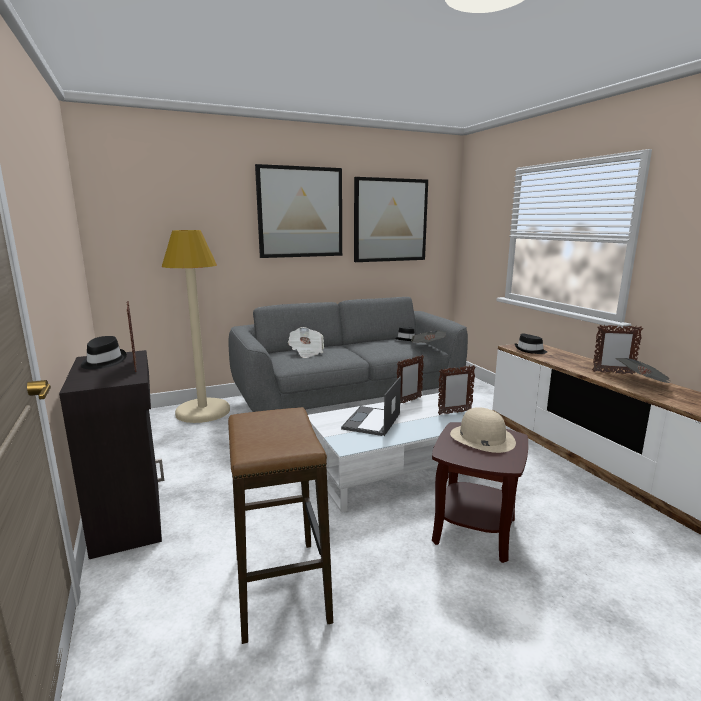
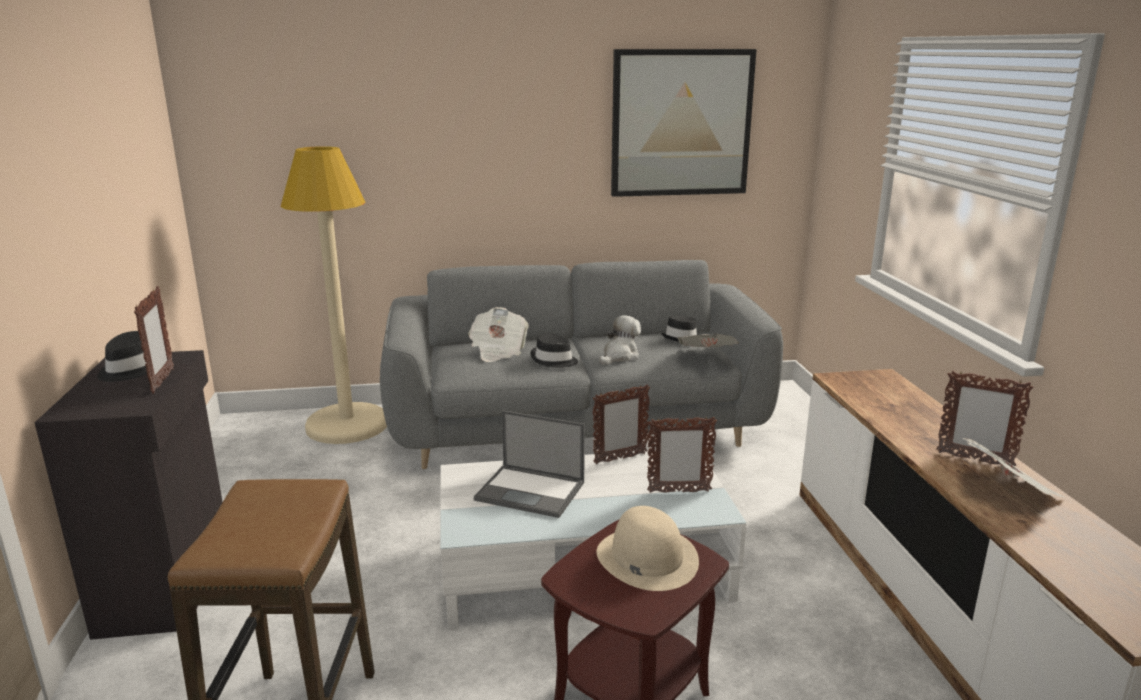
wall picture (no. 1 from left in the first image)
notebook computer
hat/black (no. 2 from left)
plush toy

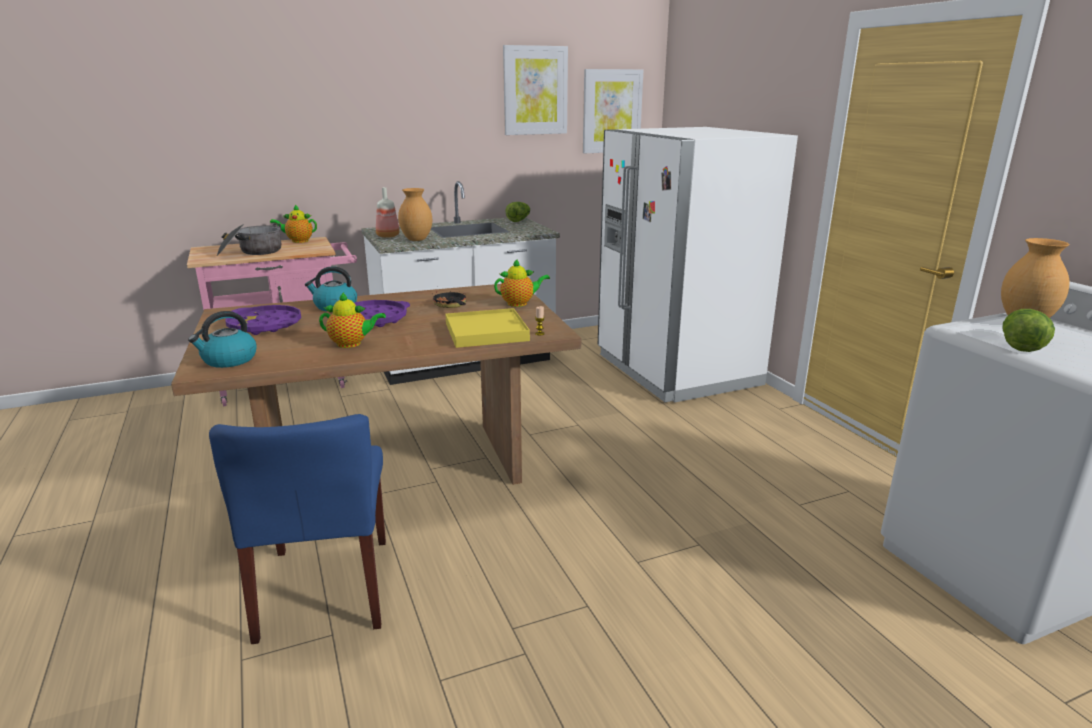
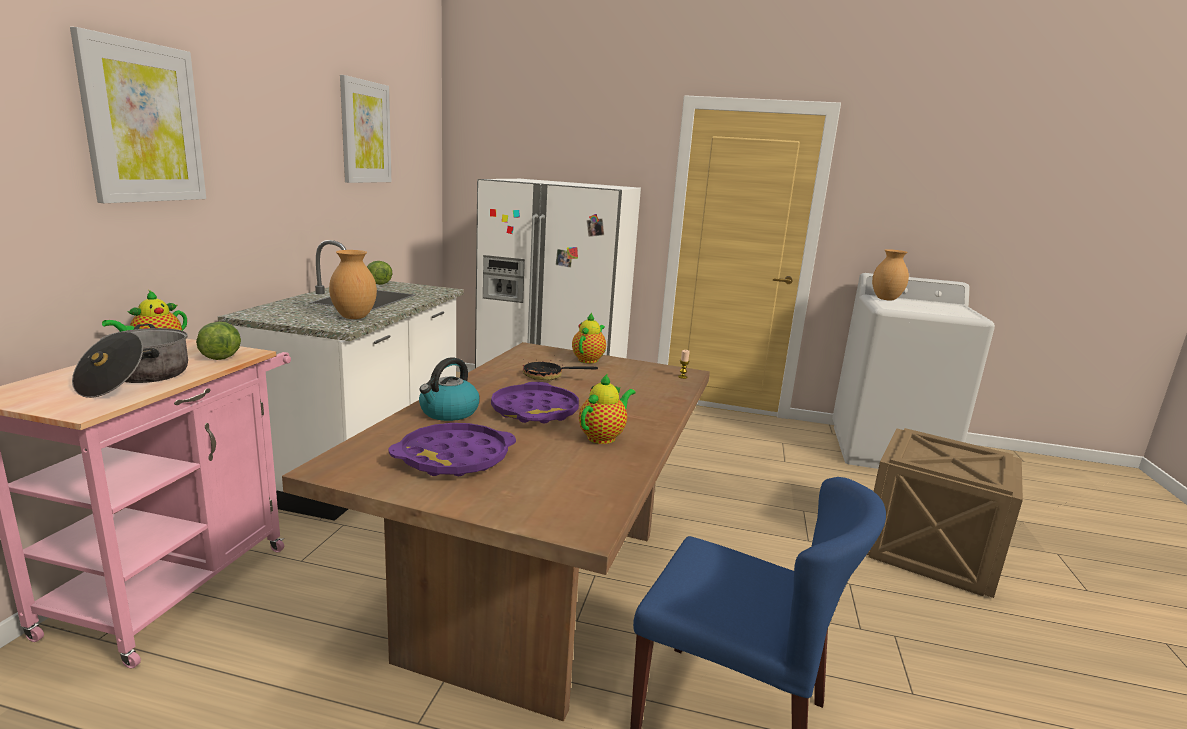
water kettle (no. 1 from left in the first image)
bottle
tray/yellowish
wall picture (no. 1 from left)
lettuce head (no. 1 from left)
crate

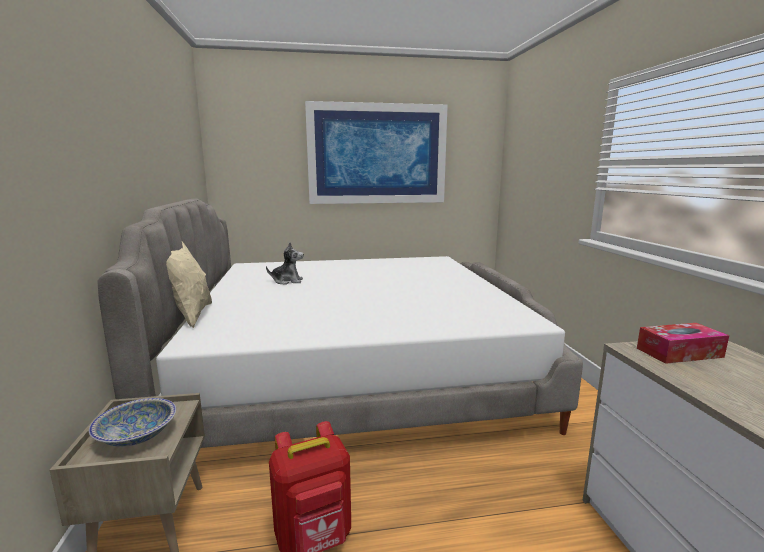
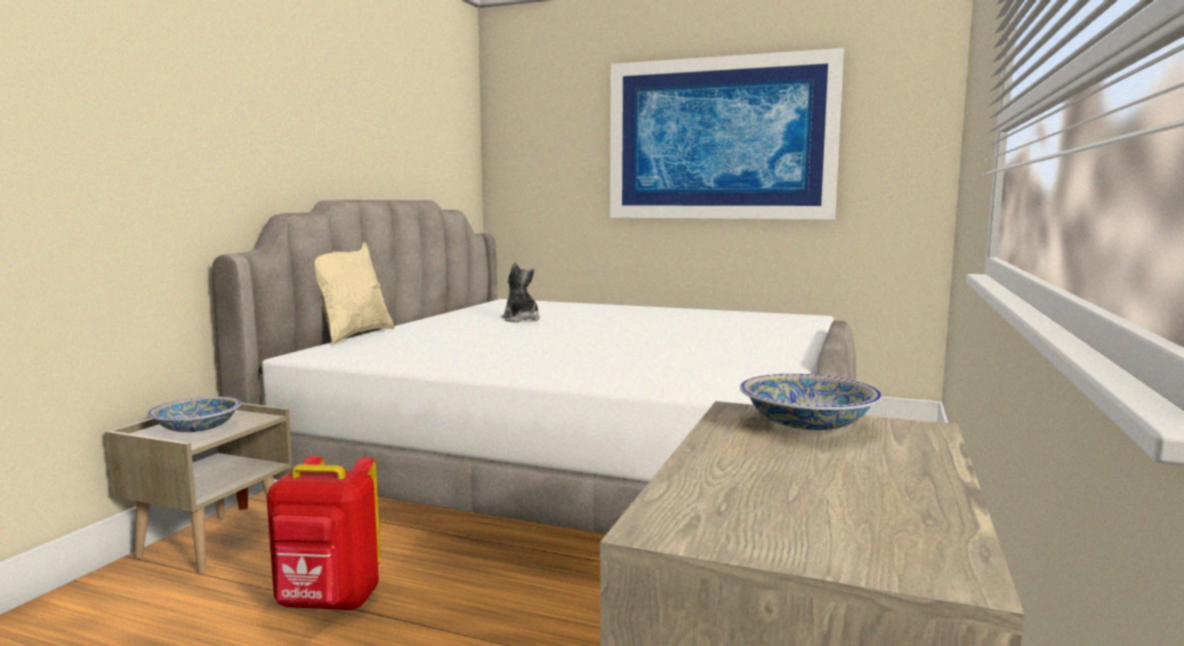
plush toy
serving bowl (no. 2 from left)

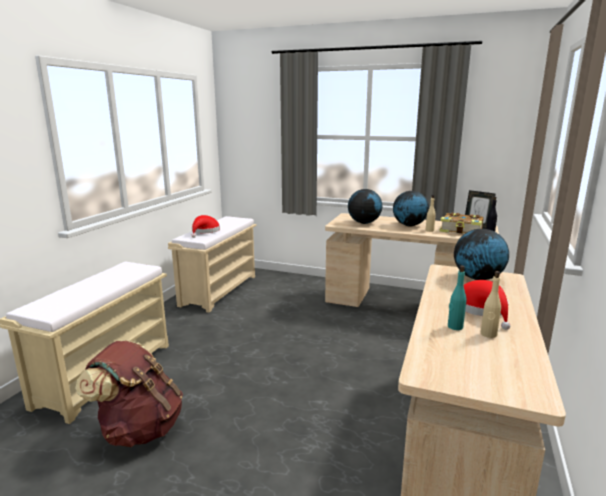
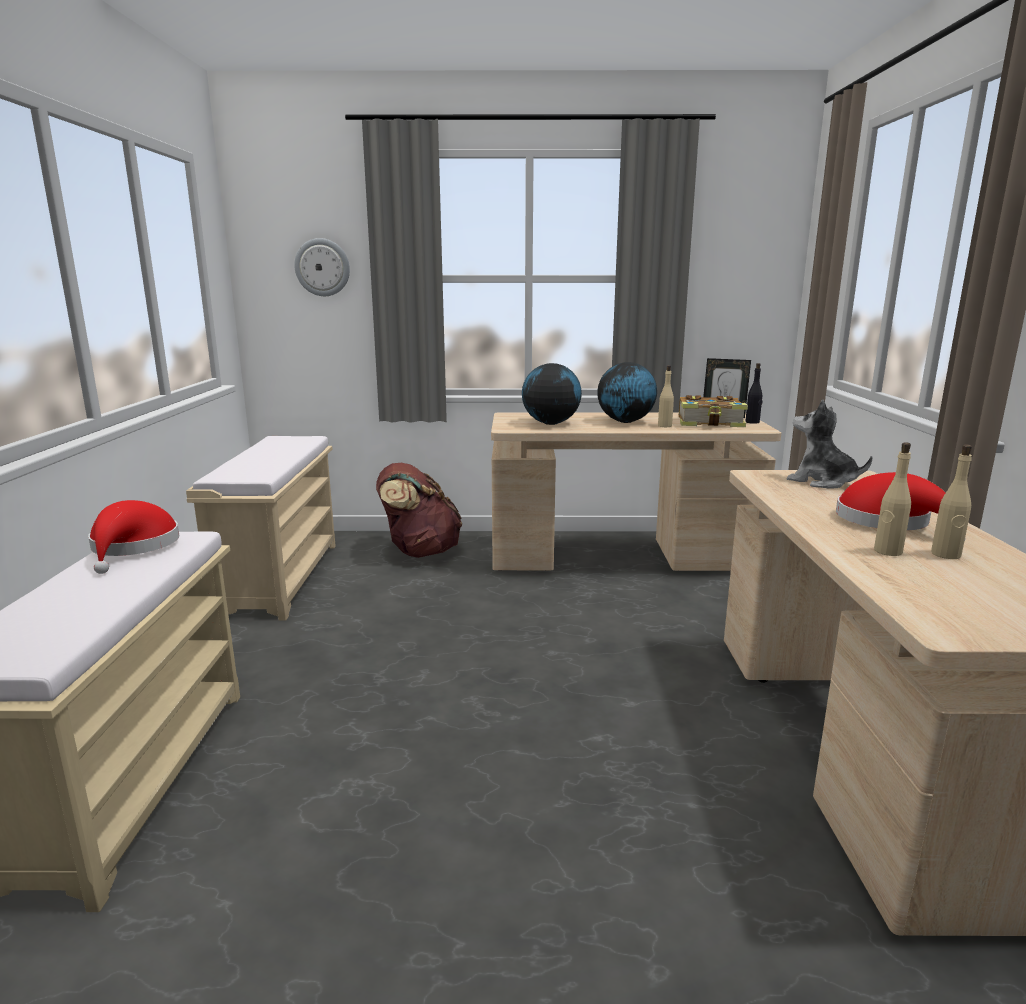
backpack/brown
hat/red-coloured (no. 1 from left)
bottle/beige (no. 2 from left)
plush toy
wall clock

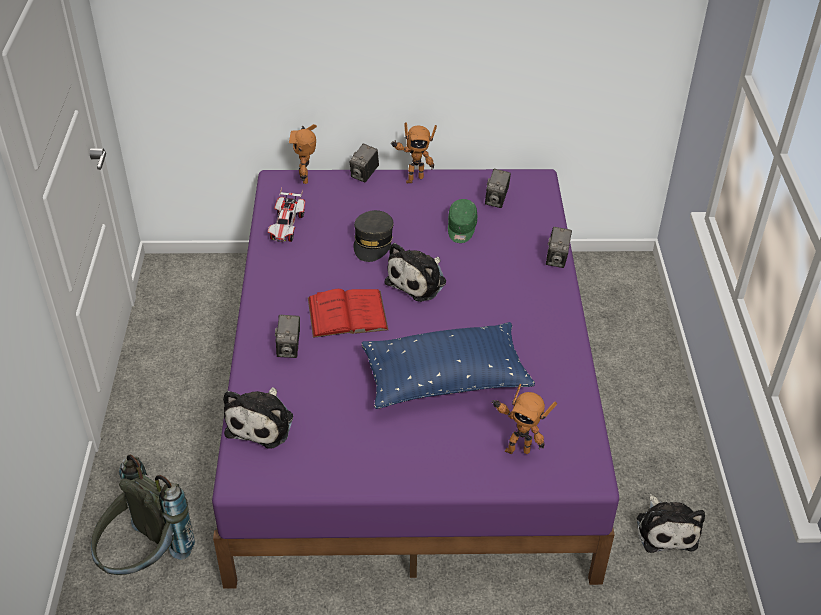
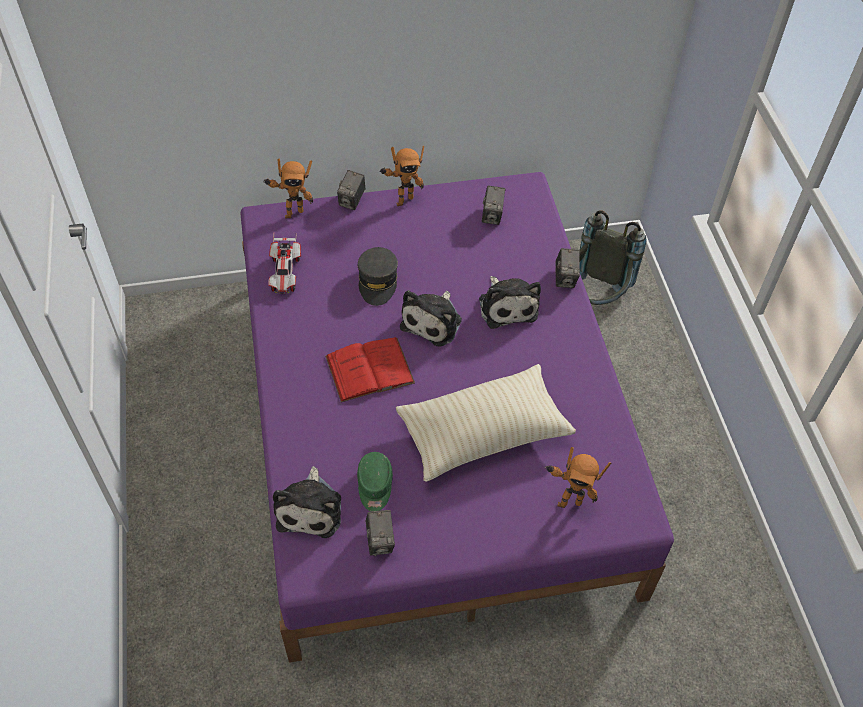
backpack/gray
still camera (no. 2 from left)
model robot (no. 1 from left)
pillow/beige
baseball cap/green
plush toy (no. 3 from left)

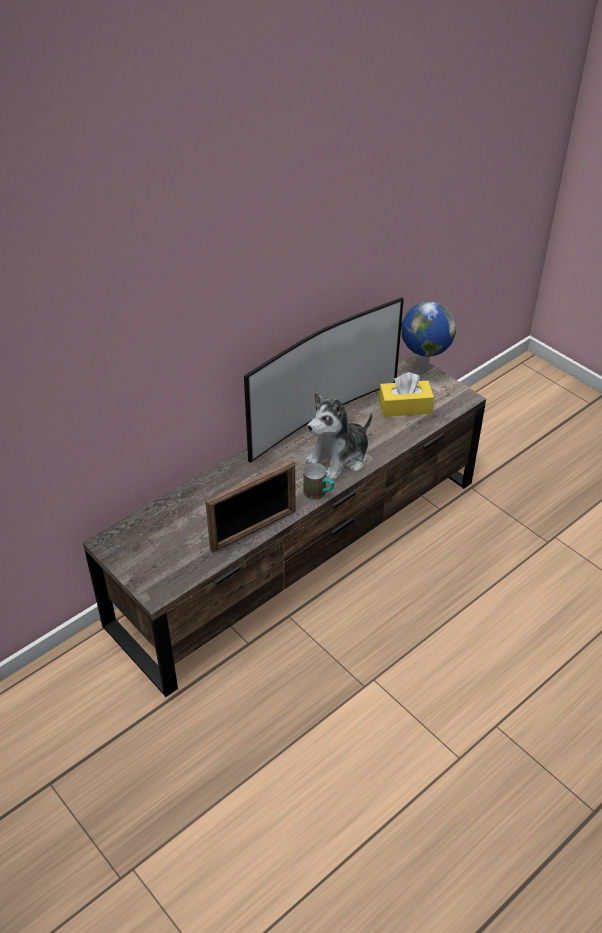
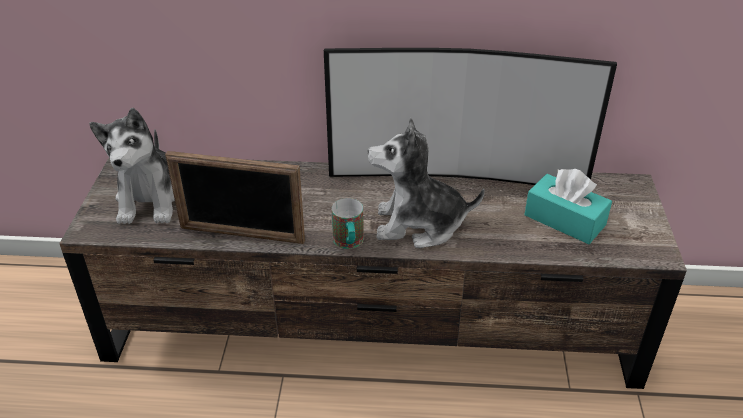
tissue holder/blue-green
world globe
plush toy (no. 1 from left)

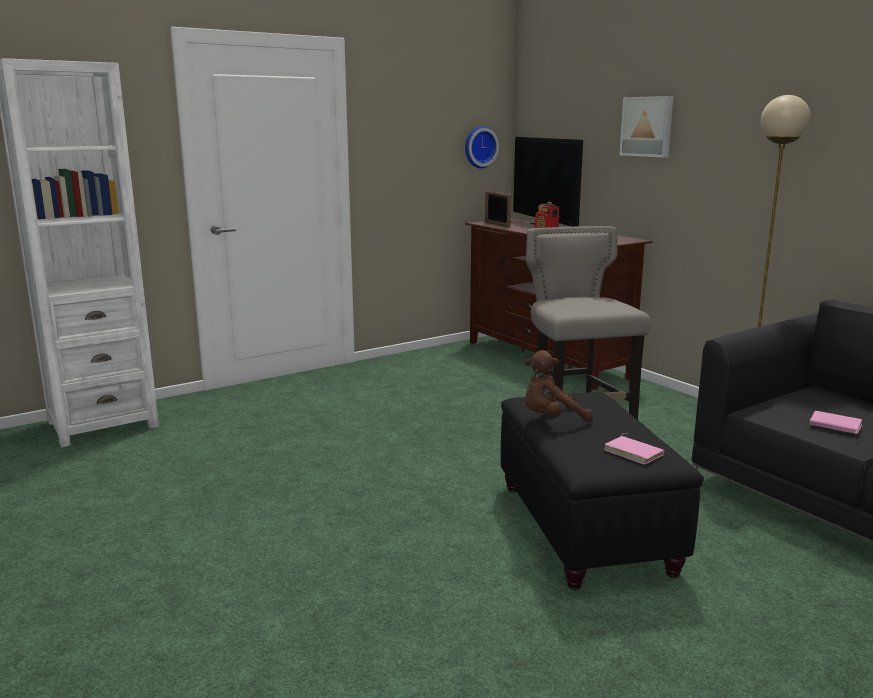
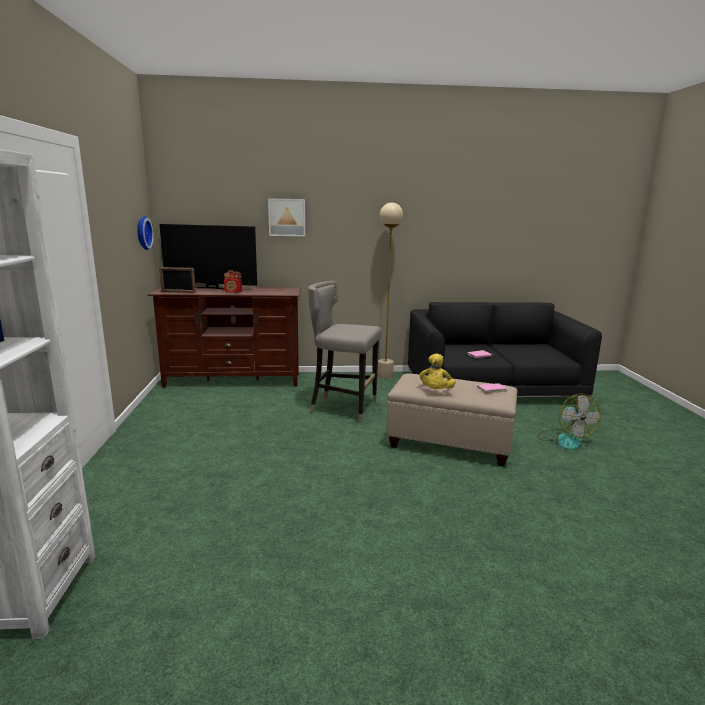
pouffe/beige
plush toy/yellowish
fan

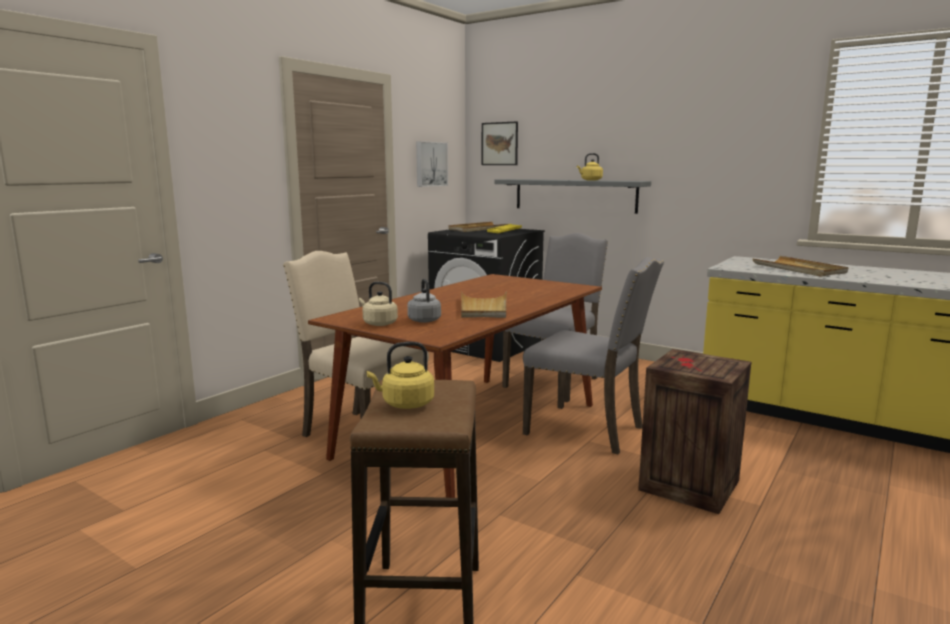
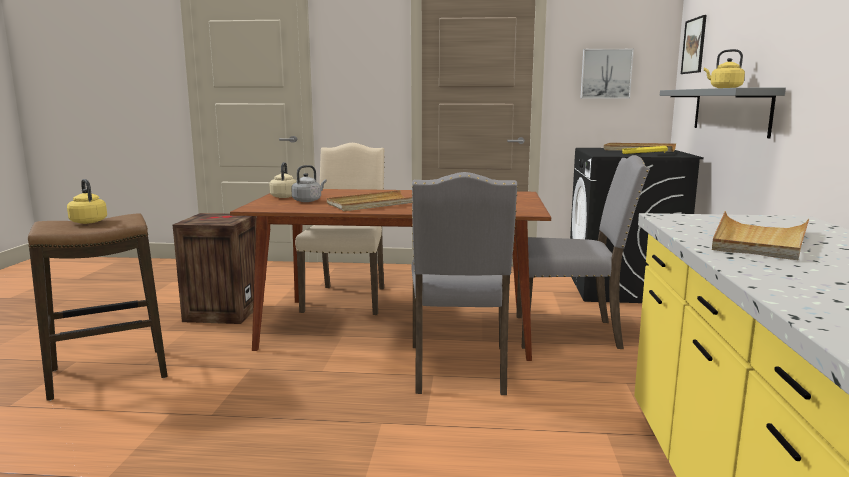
crate

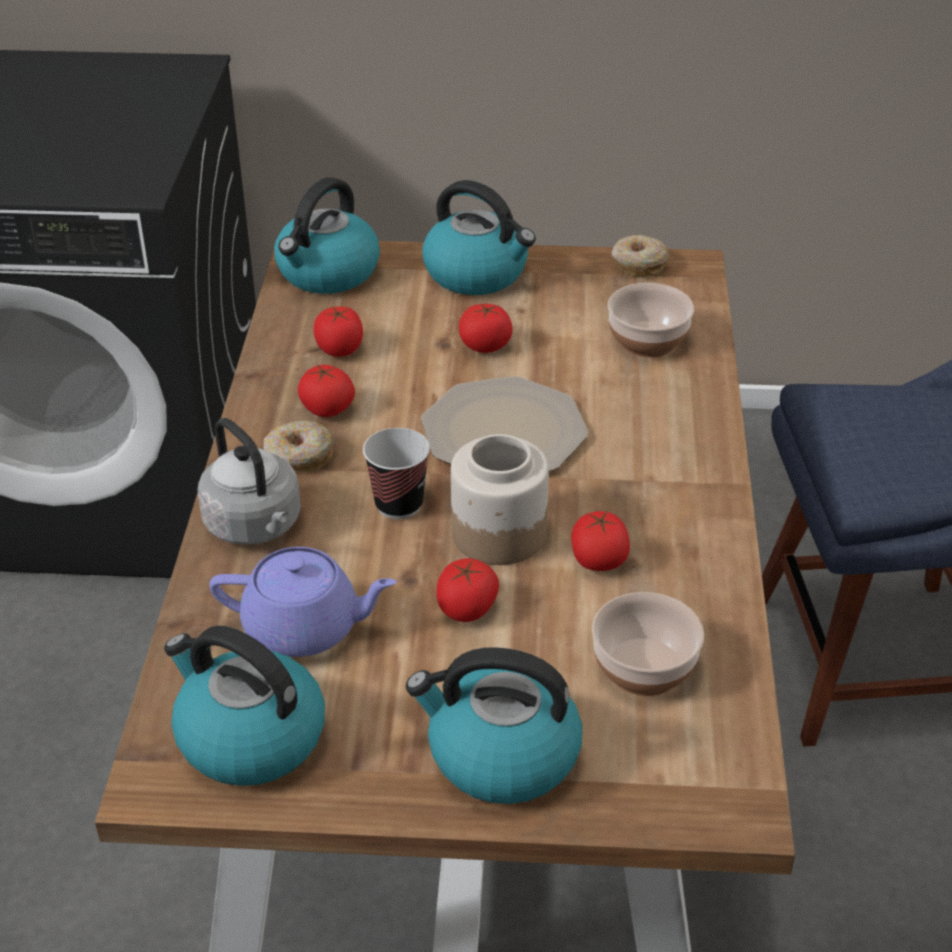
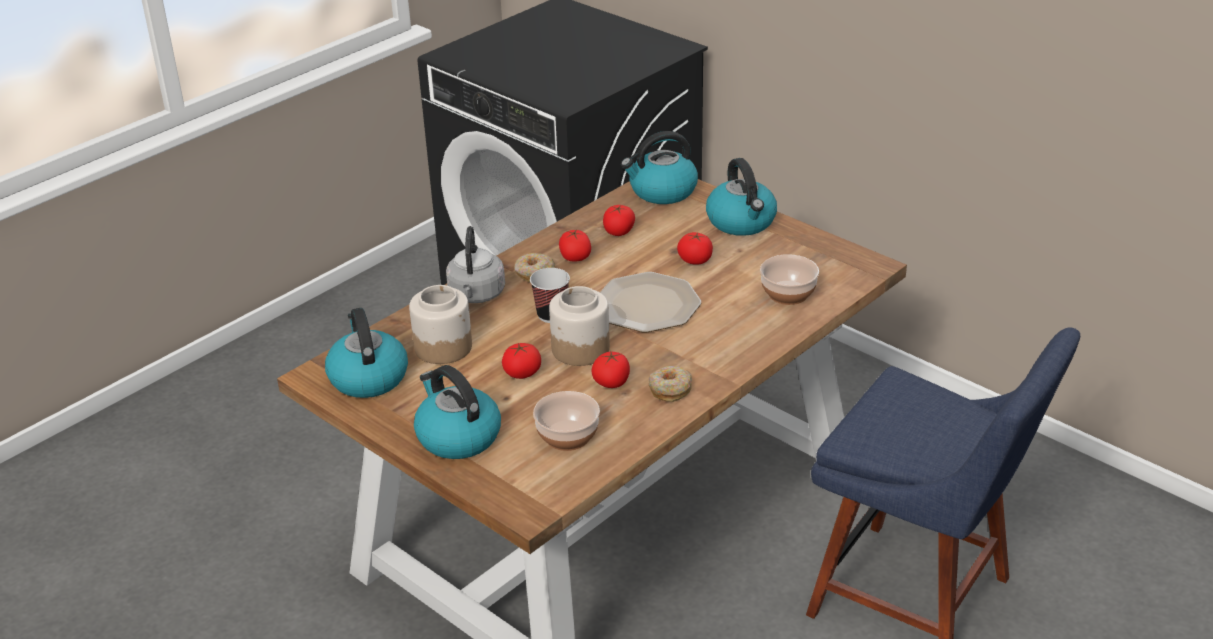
preserve jar (no. 1 from left)
donut (no. 2 from left)

